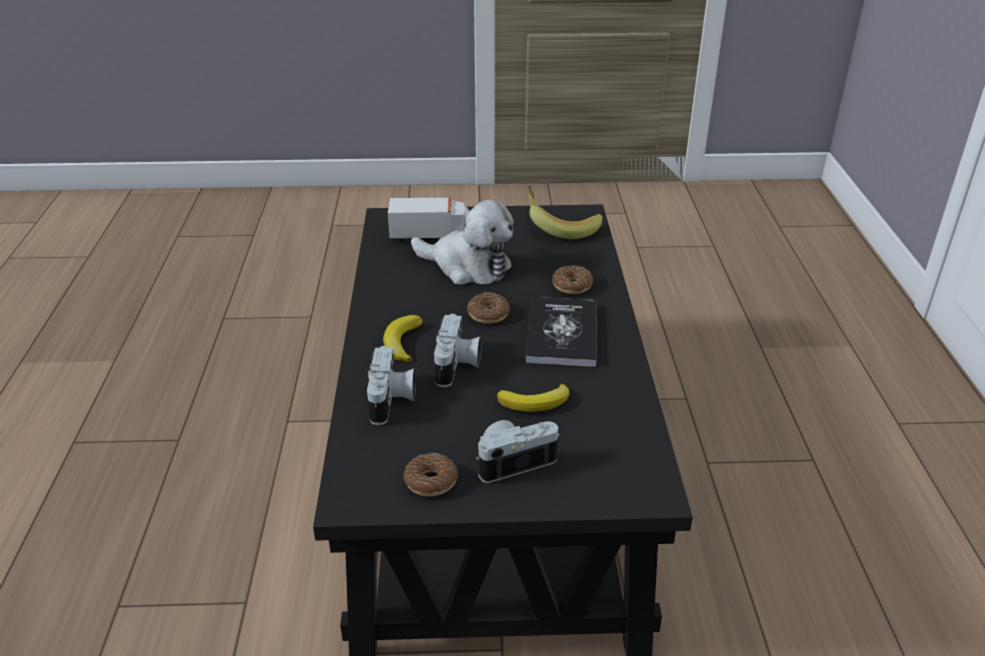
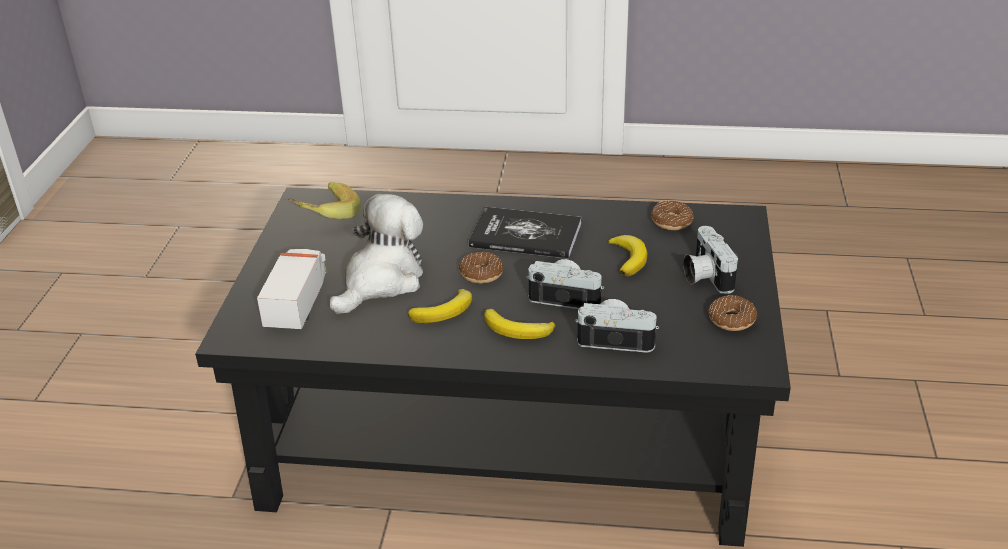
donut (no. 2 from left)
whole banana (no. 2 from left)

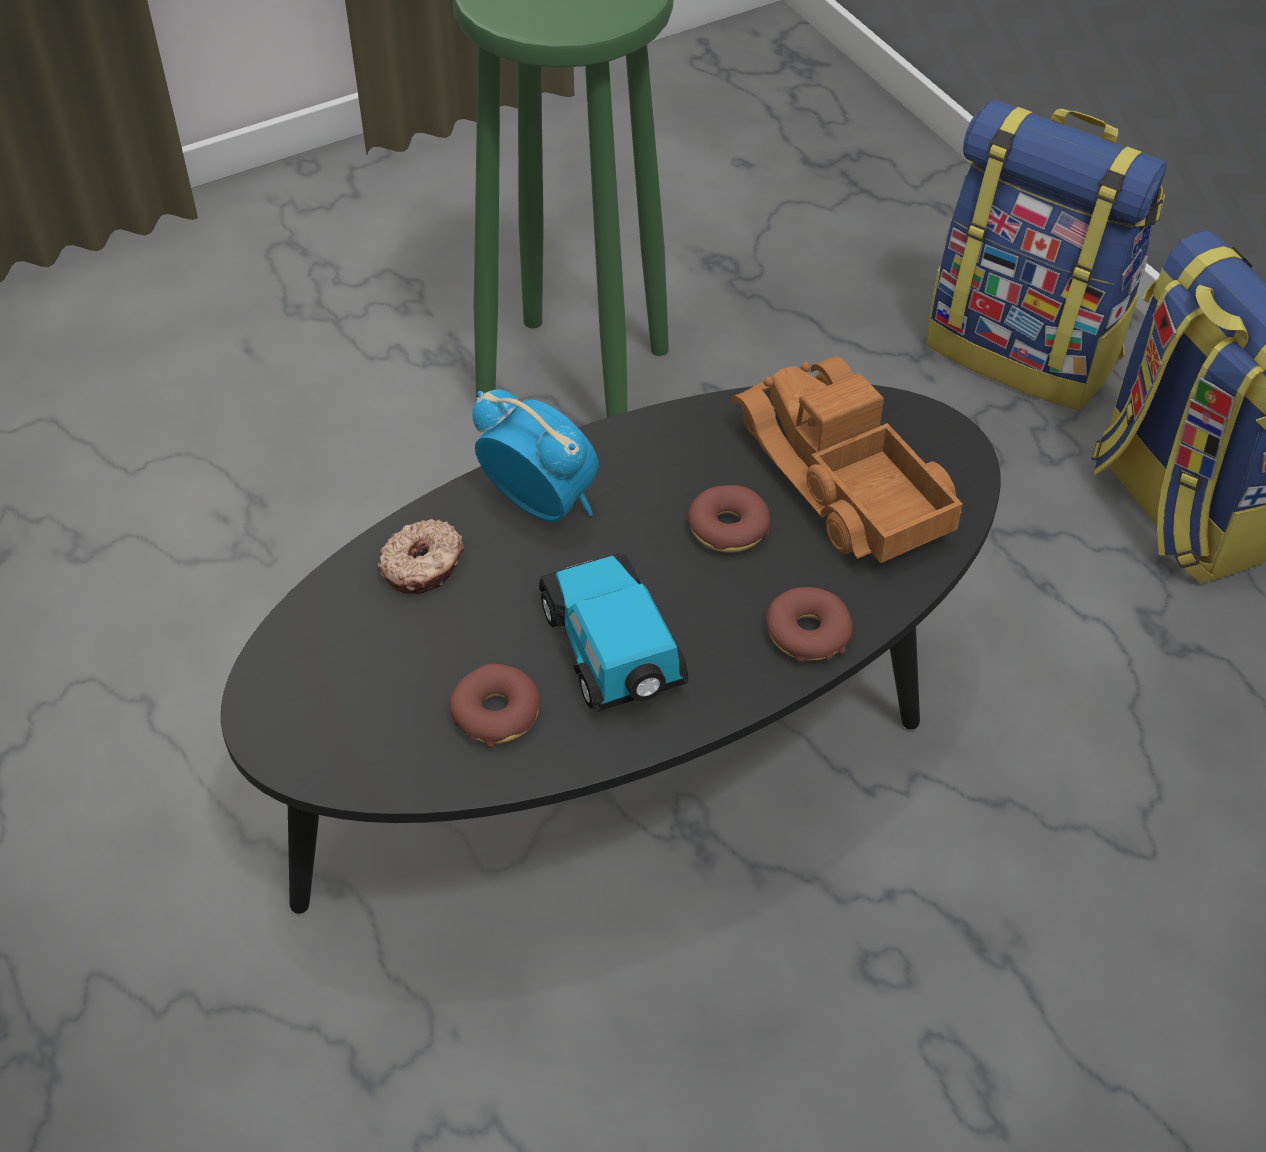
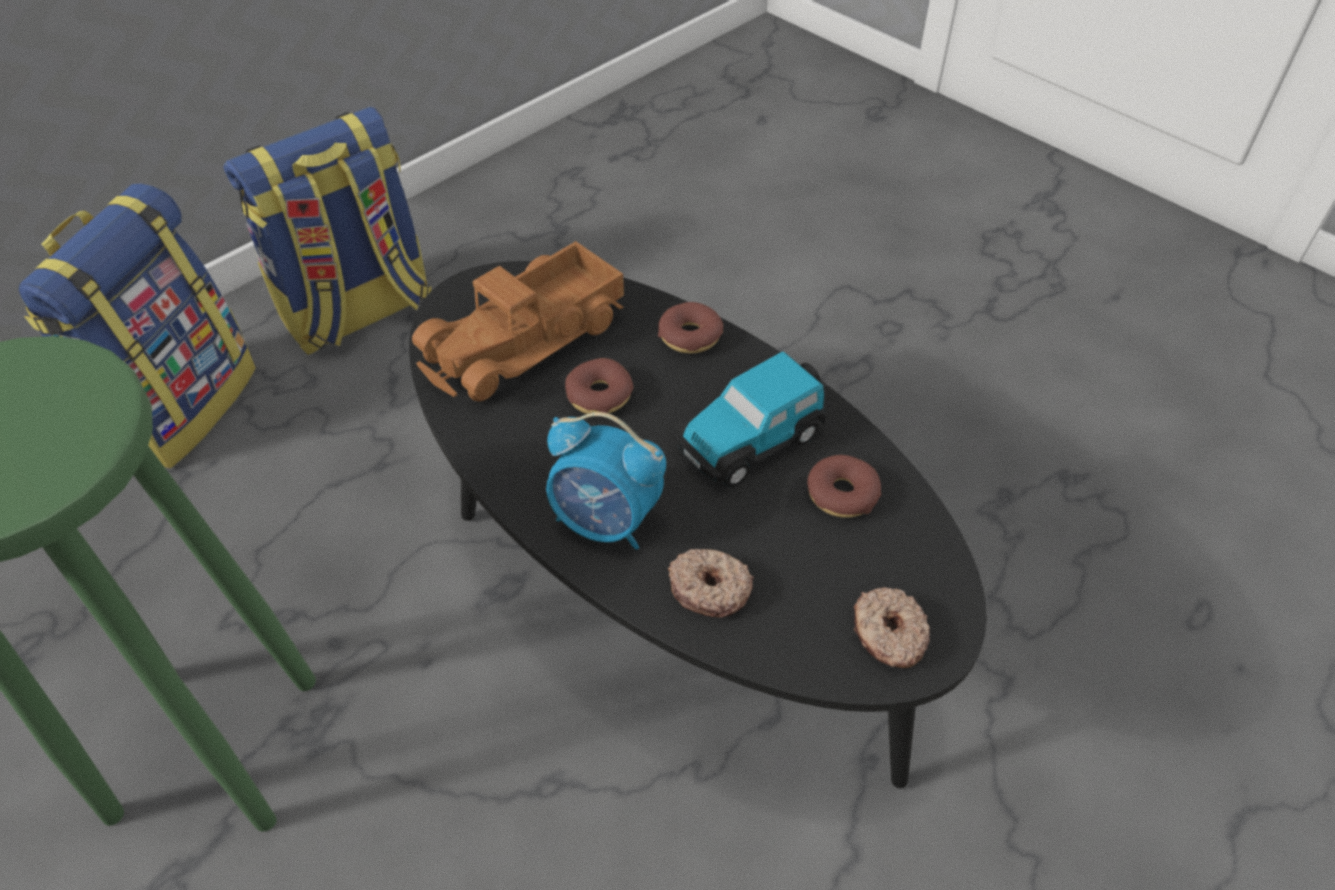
alarm clock
donut (no. 5 from left)

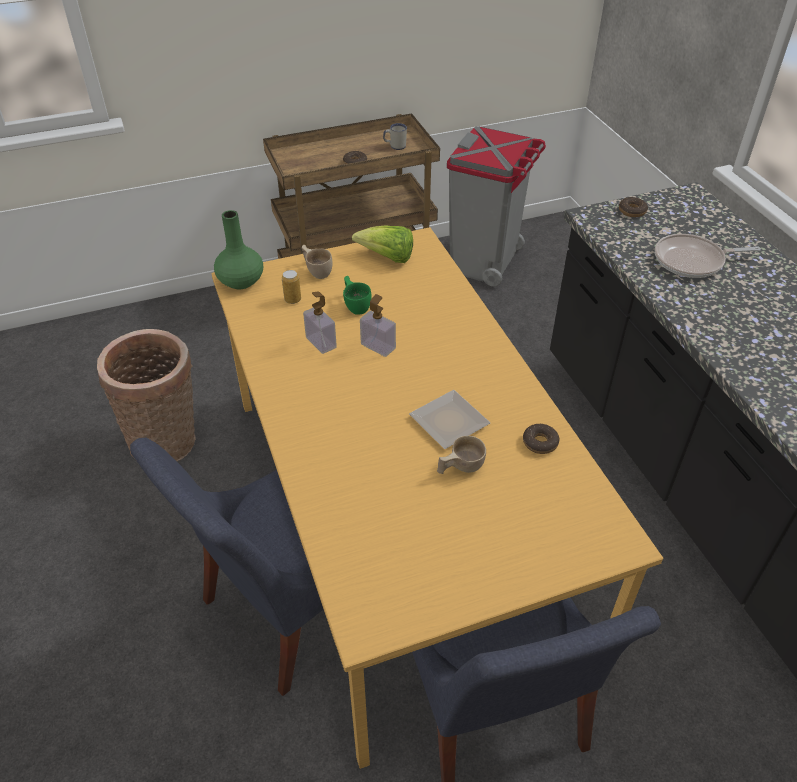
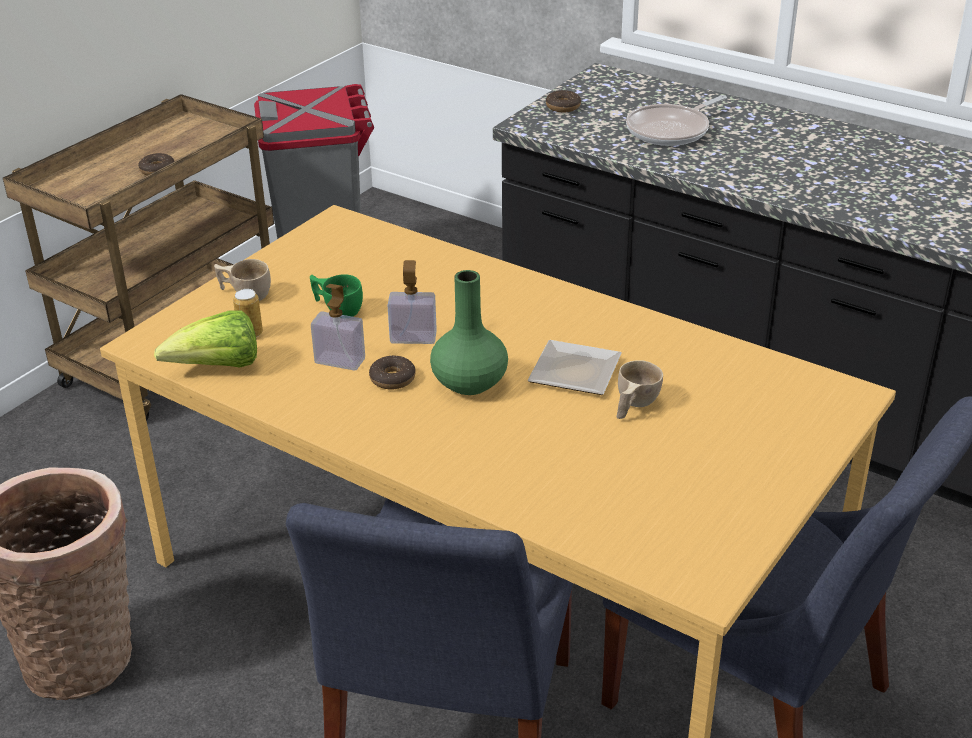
vase/green
lettuce head
mug/white
donut (no. 2 from left)

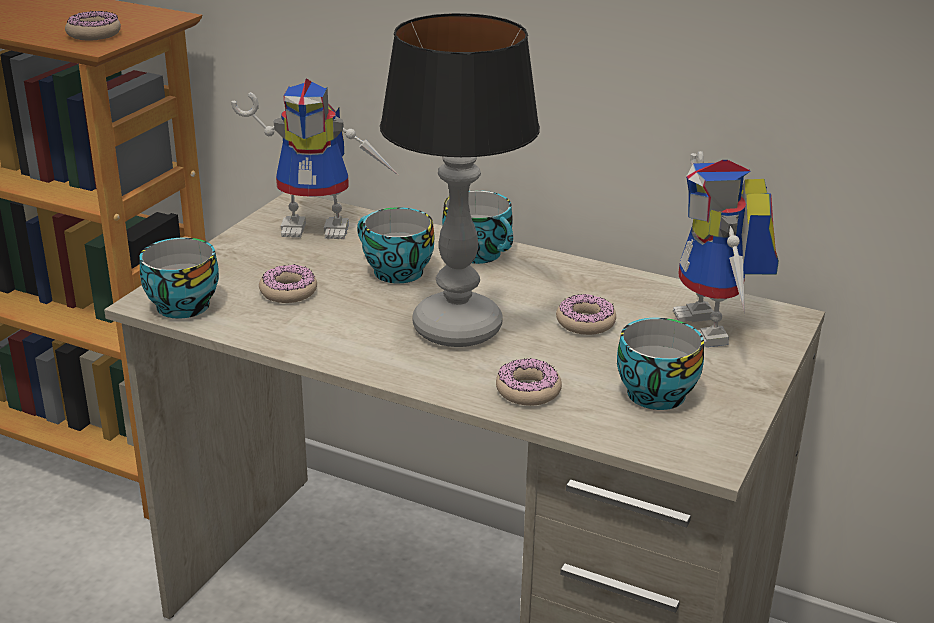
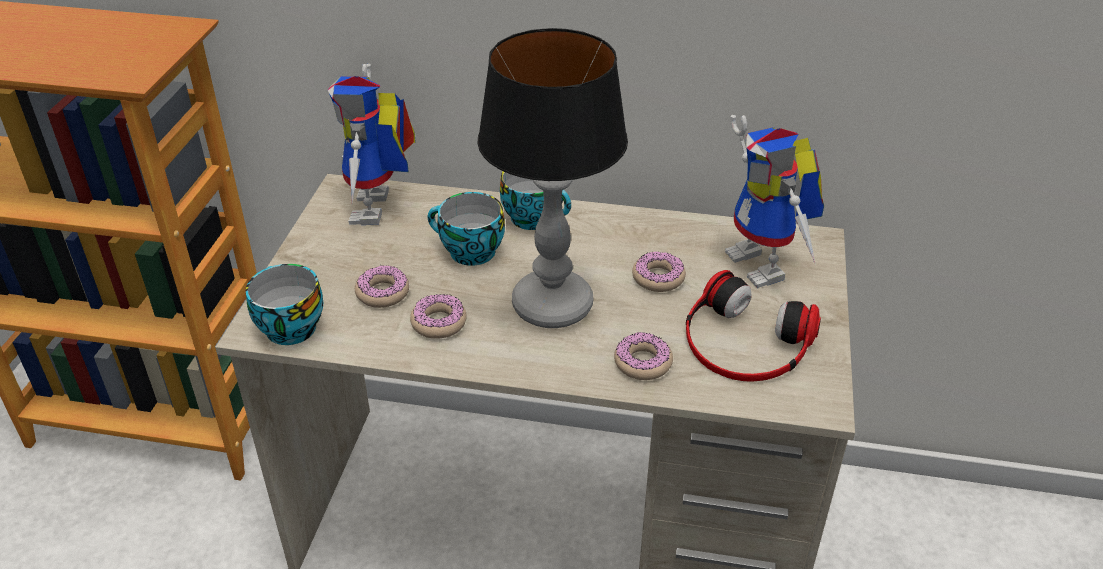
donut (no. 2 from left)
model robot (no. 1 from left)
headphones

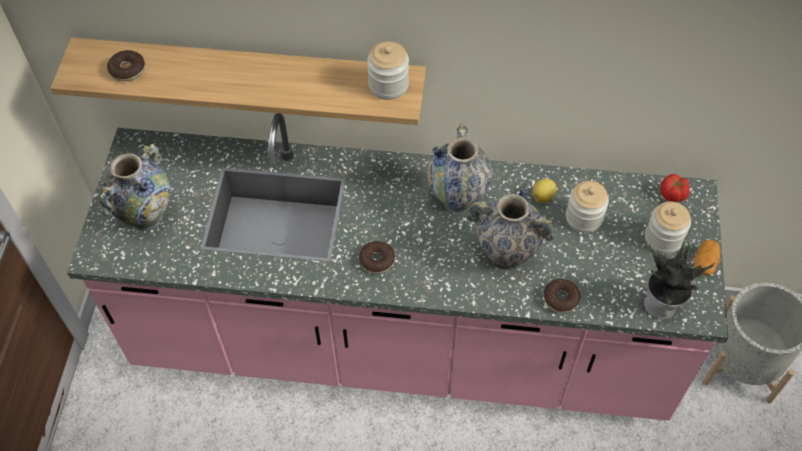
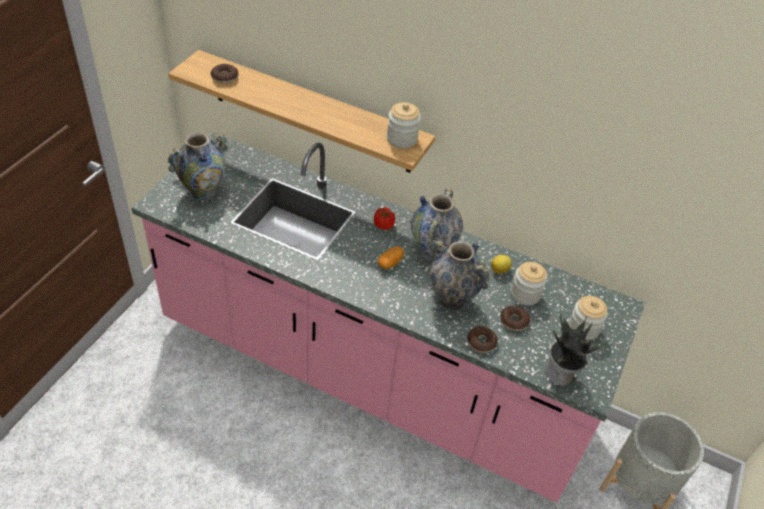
donut (no. 3 from left)
whole tomato
whole potato

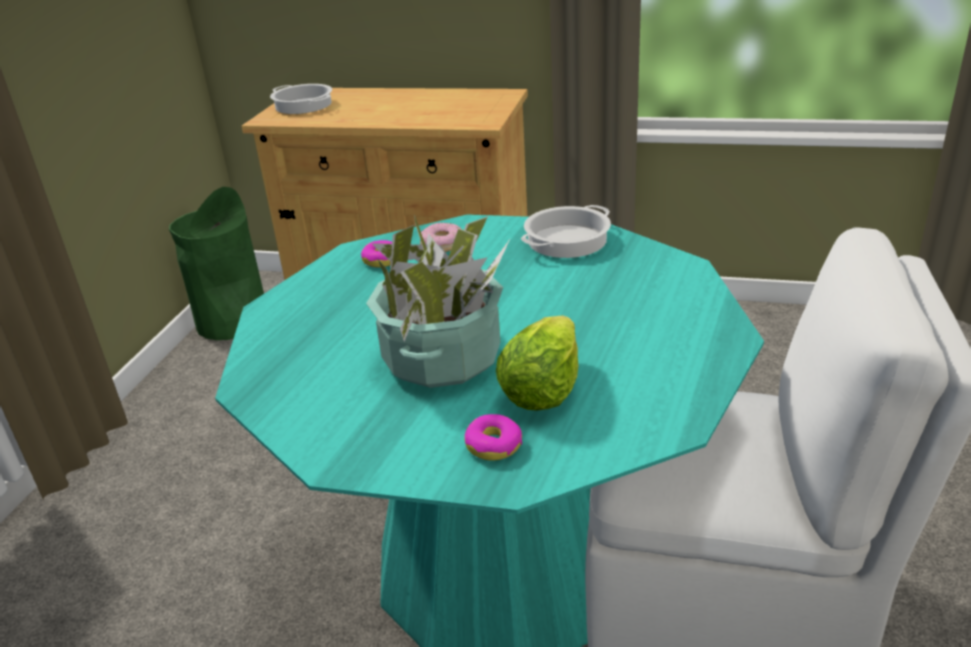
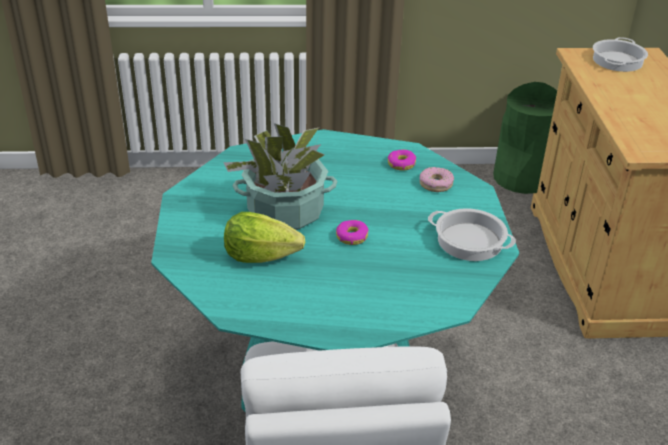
donut (no. 1 from left)

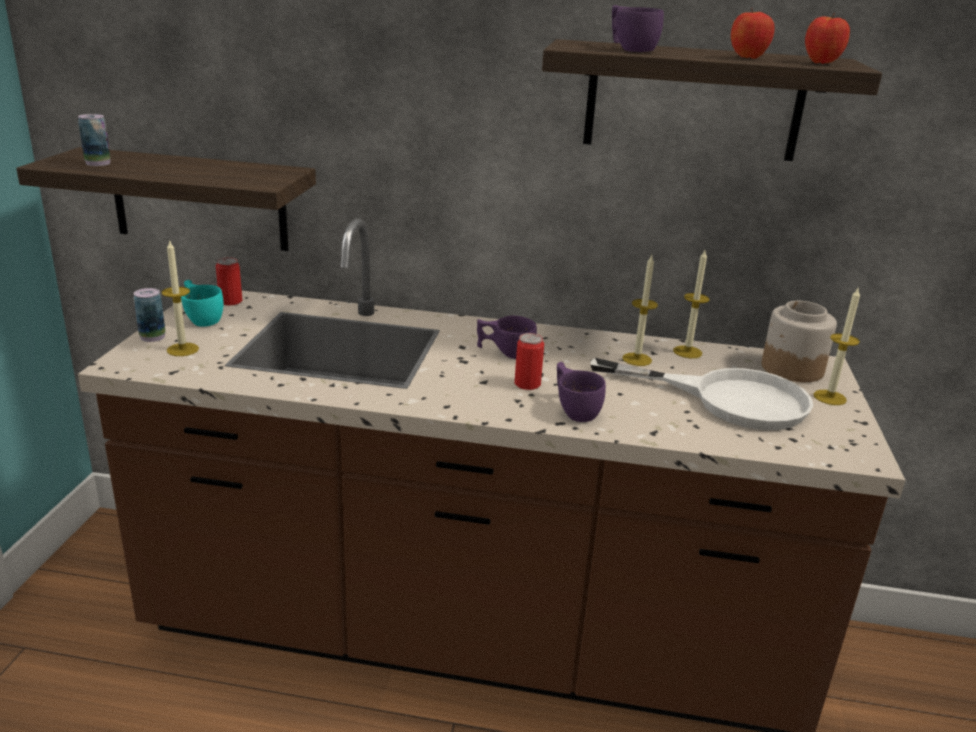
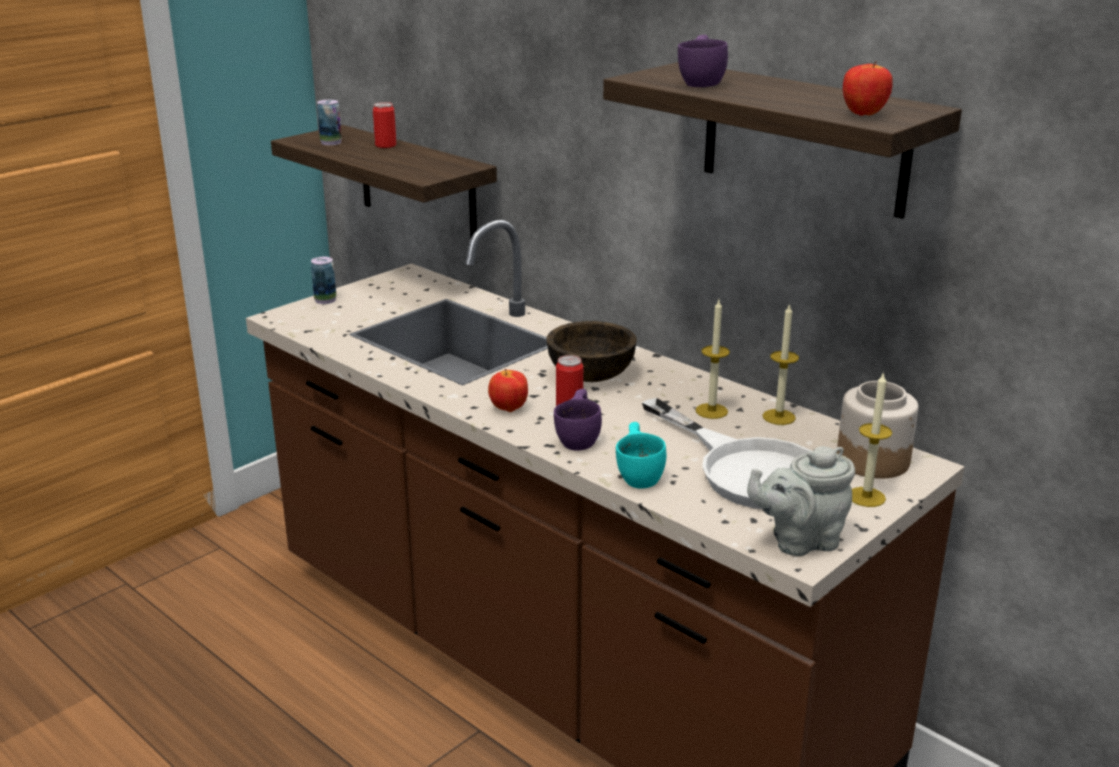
wax candle (no. 1 from left in the first image)
cup/blue-green
metal can (no. 3 from left)
serving bowl/brown
apple (no. 1 from left)
teapot/gray

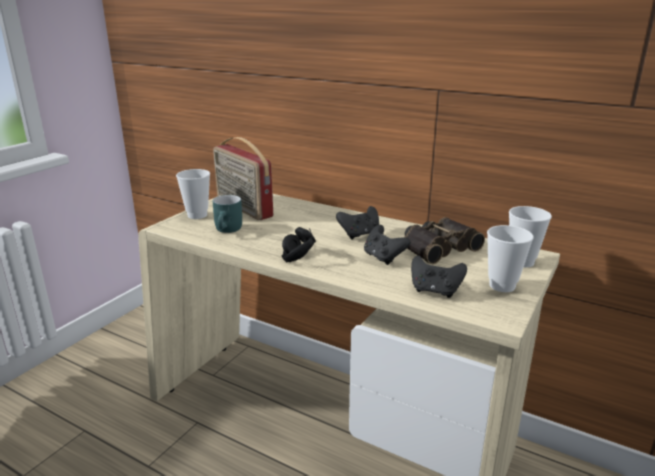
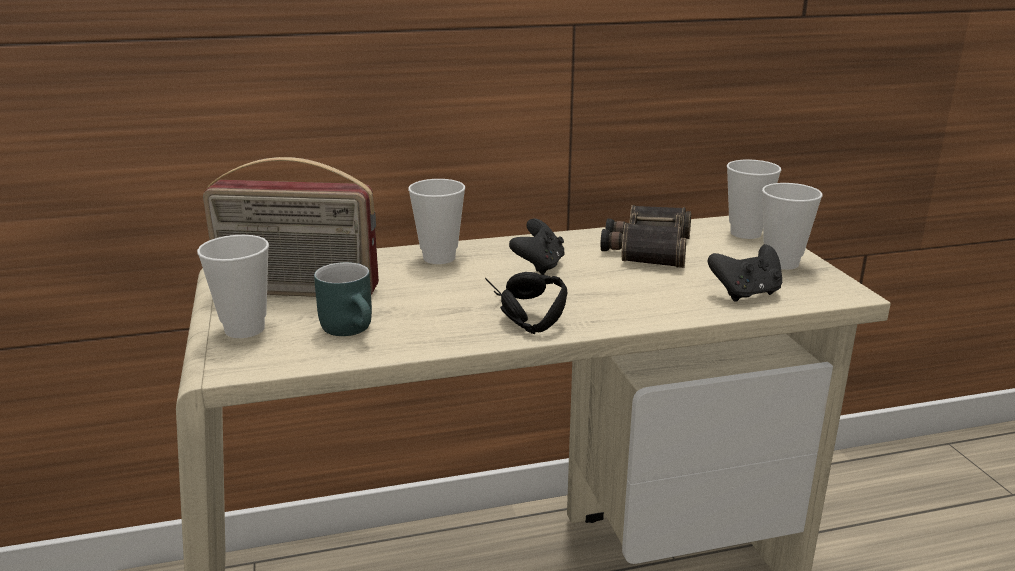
game controller/black (no. 2 from left in the first image)
cup (no. 2 from left)

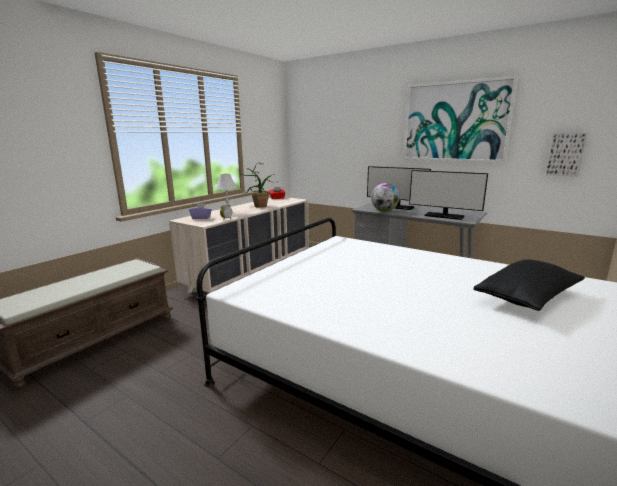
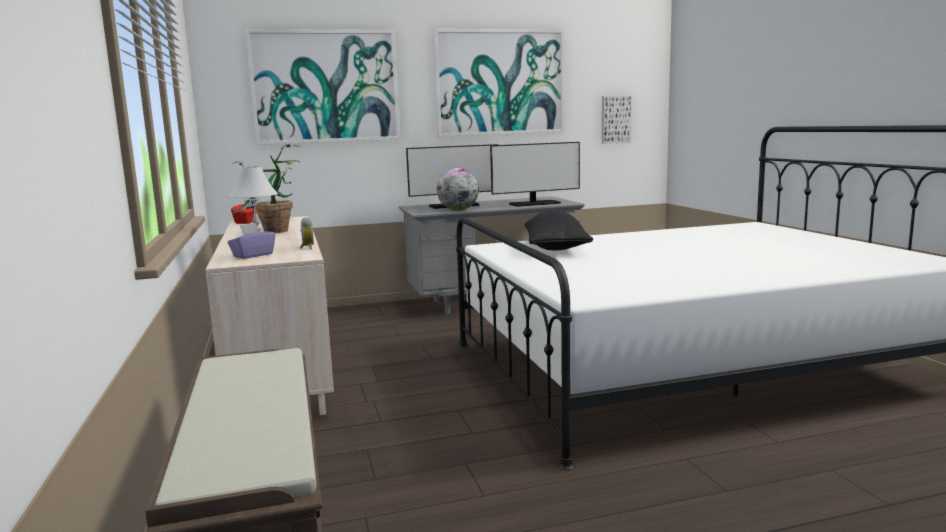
pillow/black
wall picture (no. 1 from left)

